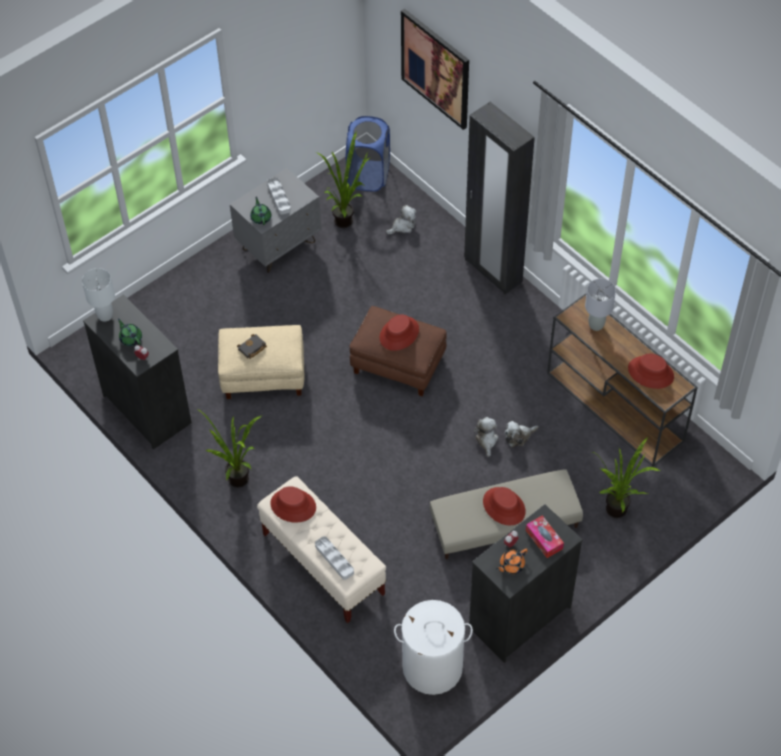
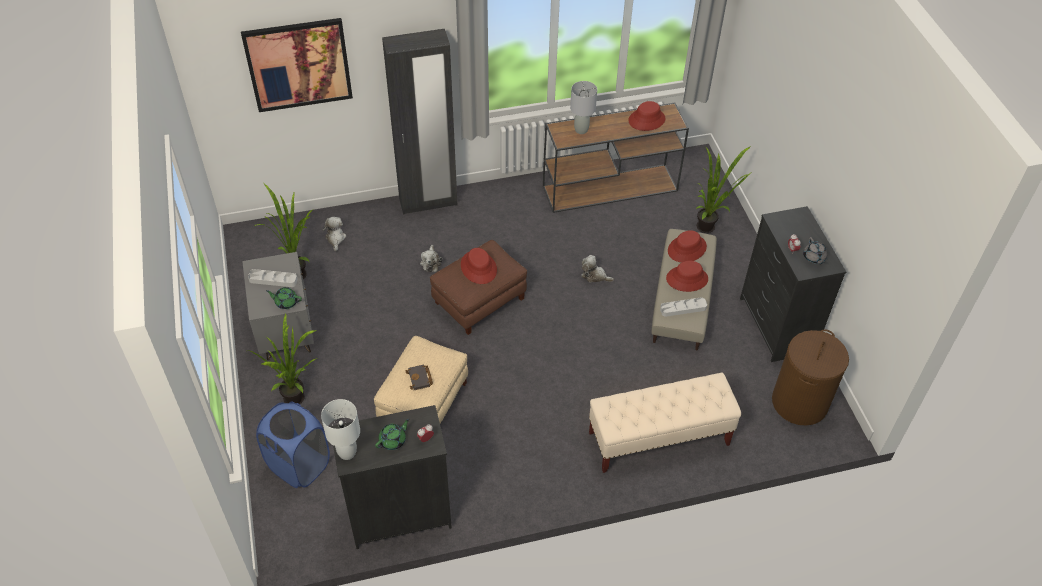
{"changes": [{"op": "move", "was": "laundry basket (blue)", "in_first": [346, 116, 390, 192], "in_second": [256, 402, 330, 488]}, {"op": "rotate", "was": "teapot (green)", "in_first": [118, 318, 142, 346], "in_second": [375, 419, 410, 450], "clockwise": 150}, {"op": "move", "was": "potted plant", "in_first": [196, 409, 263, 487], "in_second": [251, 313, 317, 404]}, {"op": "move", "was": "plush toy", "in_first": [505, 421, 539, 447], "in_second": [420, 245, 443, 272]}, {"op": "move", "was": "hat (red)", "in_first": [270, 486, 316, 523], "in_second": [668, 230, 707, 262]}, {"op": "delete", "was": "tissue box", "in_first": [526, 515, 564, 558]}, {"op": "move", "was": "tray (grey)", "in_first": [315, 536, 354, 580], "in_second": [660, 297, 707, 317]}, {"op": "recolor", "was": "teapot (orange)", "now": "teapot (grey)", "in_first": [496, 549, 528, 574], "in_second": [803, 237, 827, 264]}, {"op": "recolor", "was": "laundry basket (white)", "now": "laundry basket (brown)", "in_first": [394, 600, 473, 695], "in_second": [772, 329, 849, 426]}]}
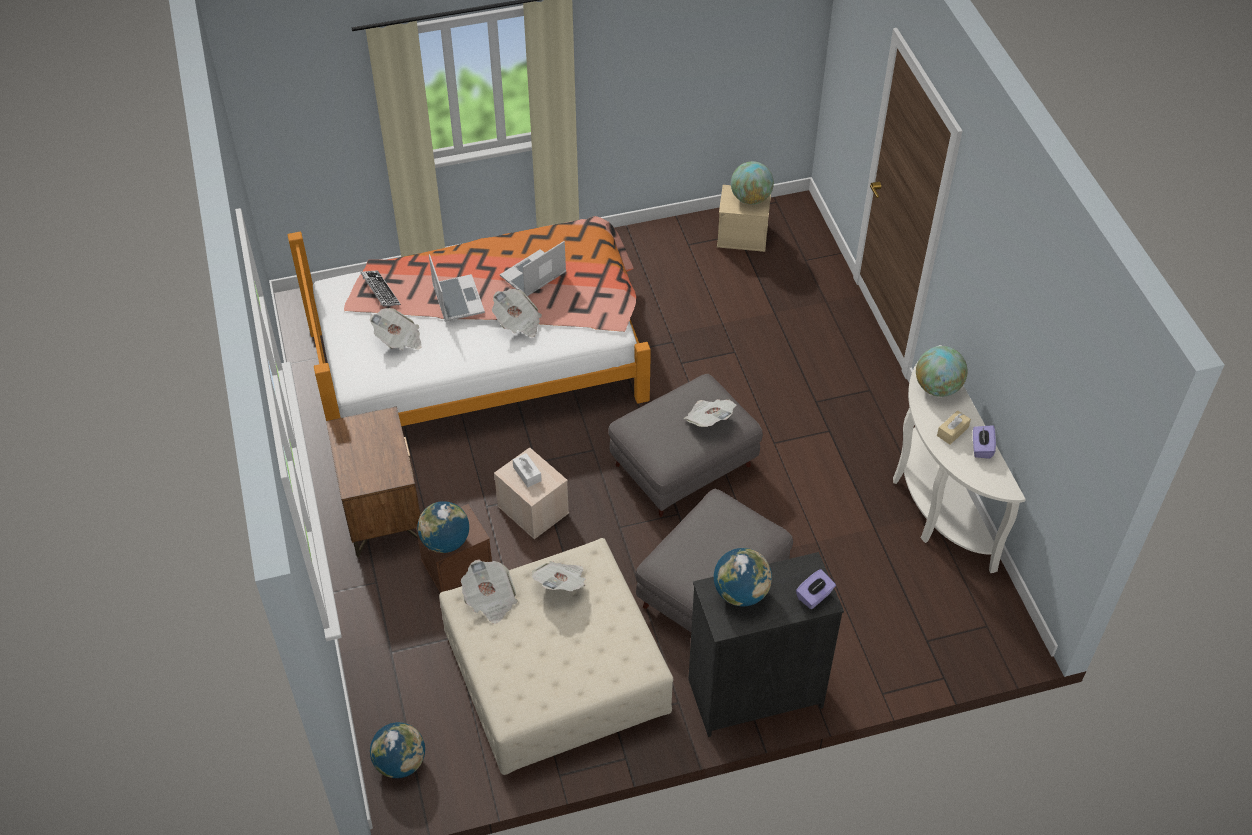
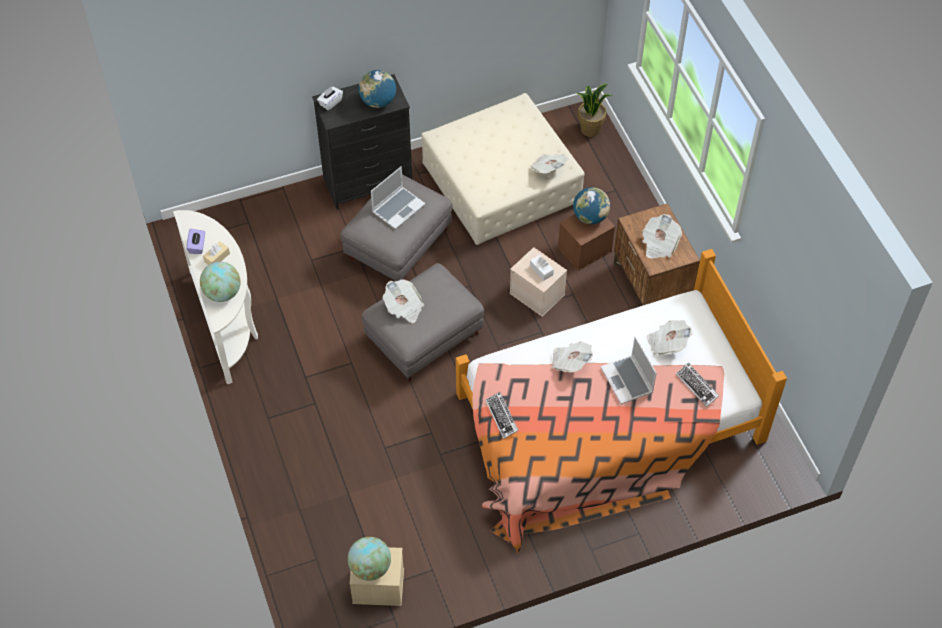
{"changes": [{"op": "move", "was": "laptop", "in_first": [500, 241, 566, 296], "in_second": [371, 166, 425, 229]}, {"op": "move", "was": "newspaper", "in_first": [531, 561, 586, 591], "in_second": [642, 214, 682, 258]}, {"op": "recolor", "was": "tissue box (purple)", "now": "tissue box (white)", "in_first": [796, 569, 836, 609], "in_second": [317, 86, 343, 111]}, {"op": "replace", "was": "globe", "now": "potted plant", "in_first": [370, 722, 425, 778], "in_second": [577, 84, 612, 137]}, {"op": "insert", "now": "keyboard", "in_second": [485, 392, 519, 439]}]}
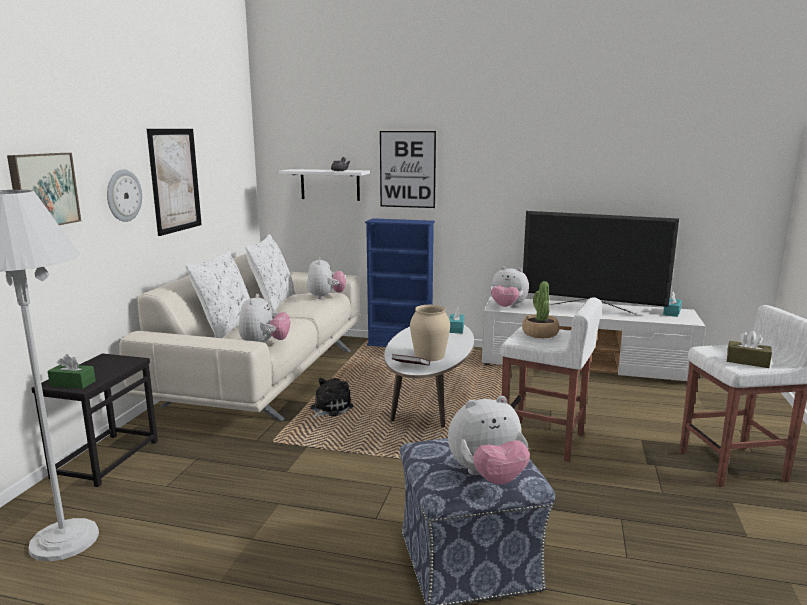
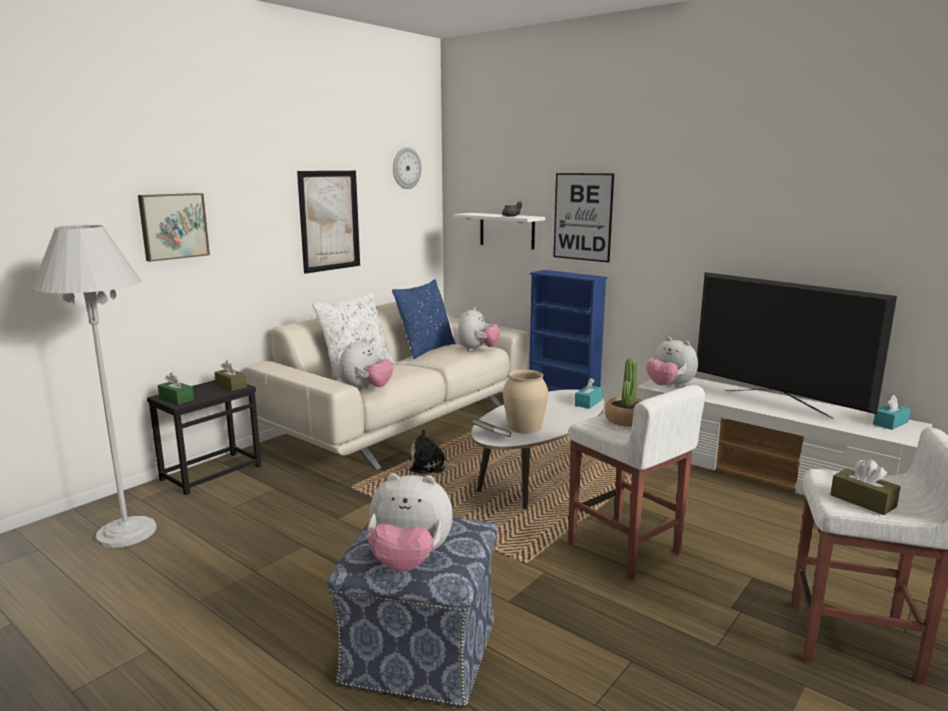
{"changes": [{"op": "move", "was": "wall clock", "in_first": [107, 169, 142, 222], "in_second": [393, 147, 422, 189]}, {"op": "recolor", "was": "pillow (white)", "now": "pillow (blue)", "in_first": [245, 234, 296, 312], "in_second": [392, 279, 456, 359]}, {"op": "rotate", "was": "plush toy", "in_first": [310, 378, 353, 418], "in_second": [409, 430, 459, 474], "clockwise": -150}, {"op": "insert", "now": "tissue box (brown)", "in_second": [215, 361, 247, 391]}]}
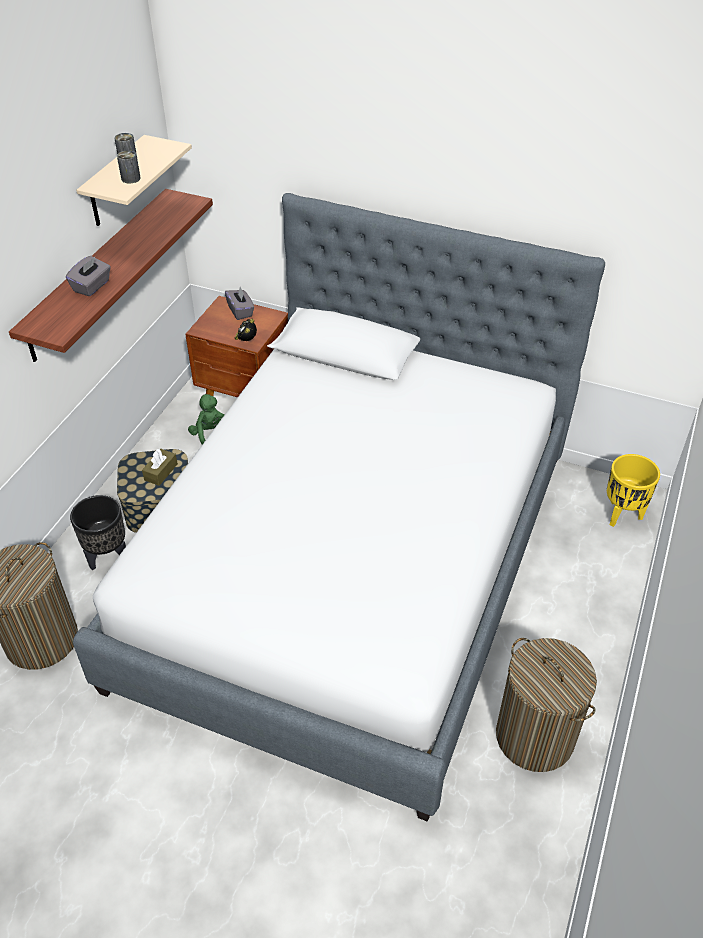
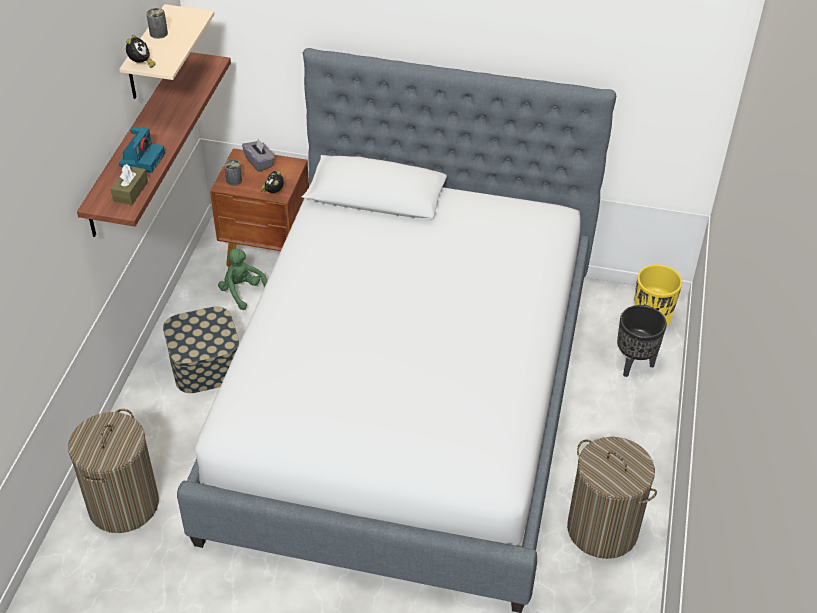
{"changes": [{"op": "move", "was": "can", "in_first": [117, 150, 141, 184], "in_second": [224, 160, 242, 186]}, {"op": "replace", "was": "tissue box (grey)", "now": "photo camera", "in_first": [66, 256, 111, 296], "in_second": [119, 127, 165, 173]}, {"op": "move", "was": "tissue box (brown)", "in_first": [142, 449, 178, 486], "in_second": [111, 164, 148, 205]}, {"op": "move", "was": "planter (black)", "in_first": [70, 495, 126, 570], "in_second": [617, 305, 667, 377]}, {"op": "insert", "now": "alarm clock", "in_second": [126, 35, 156, 68]}]}
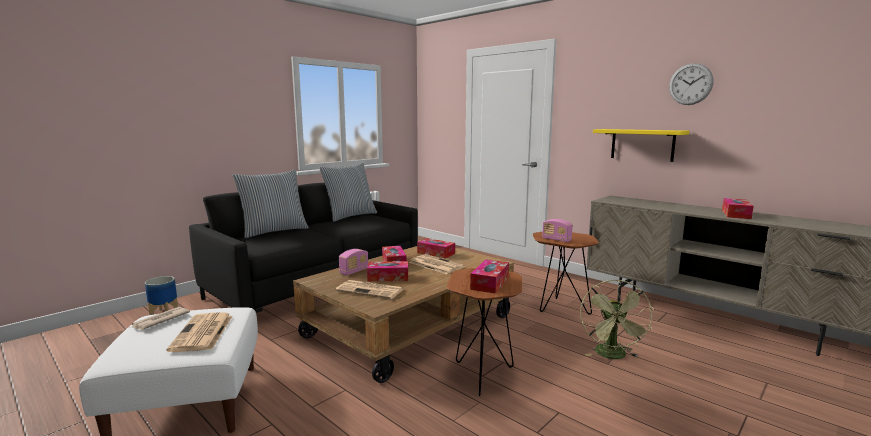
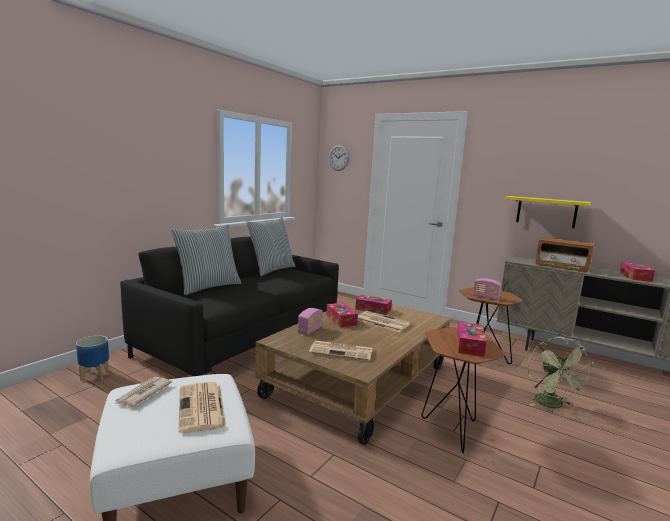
{"changes": [{"op": "move", "was": "wall clock", "in_first": [669, 63, 714, 105], "in_second": [329, 145, 350, 171]}, {"op": "delete", "was": "tissue box", "in_first": [367, 261, 408, 282]}, {"op": "insert", "now": "radio", "in_second": [535, 237, 594, 272]}]}
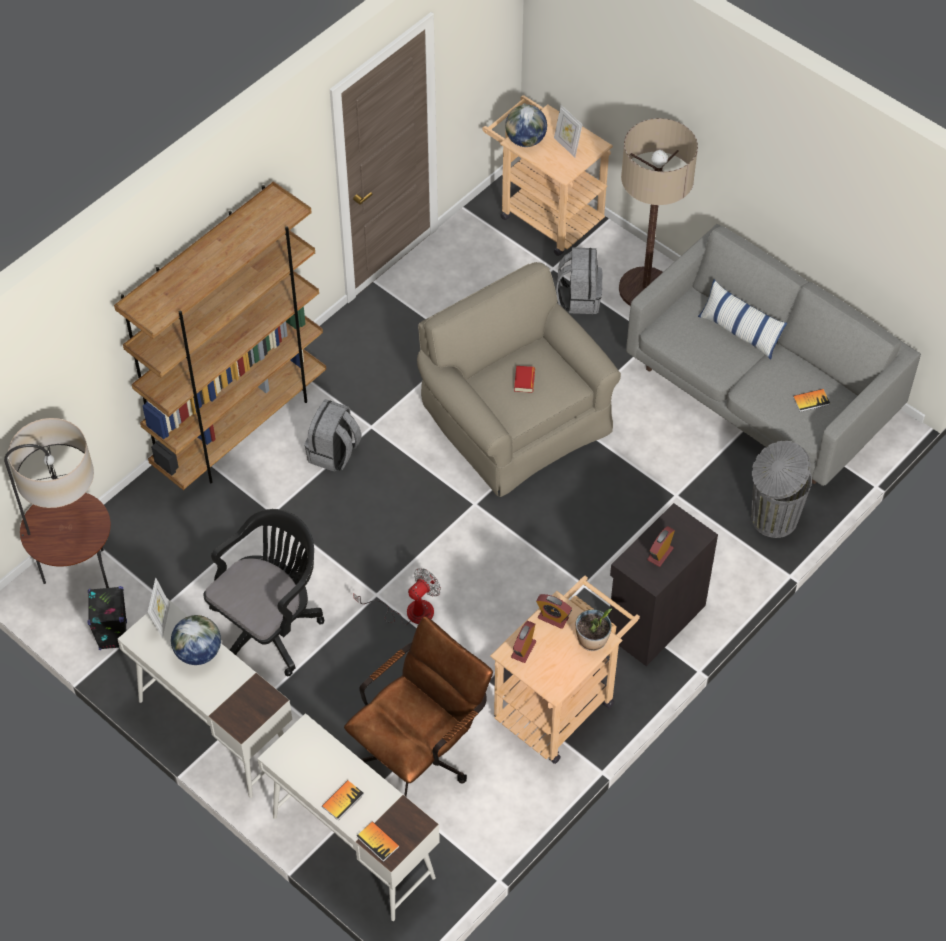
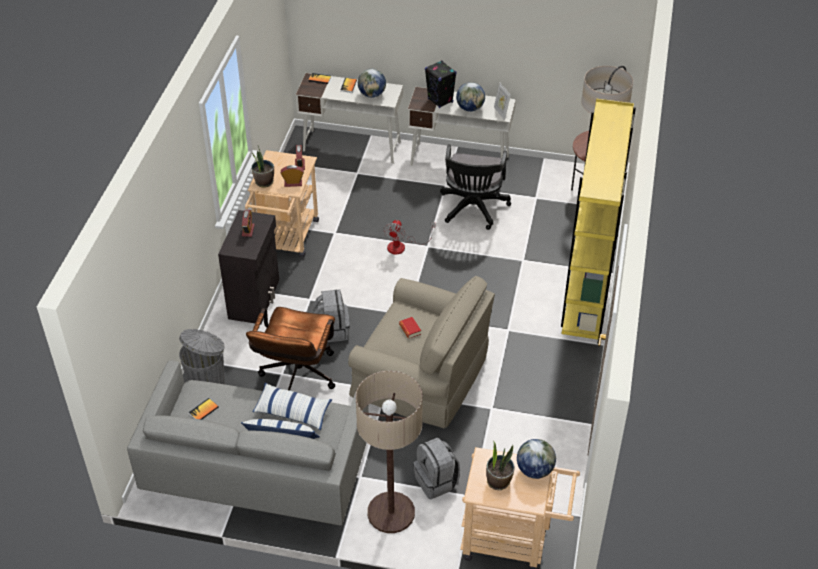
{"changes": [{"op": "replace", "was": "picture frame", "now": "potted plant", "in_first": [554, 105, 582, 157], "in_second": [486, 442, 515, 490]}, {"op": "recolor", "was": "bookcase (brown)", "now": "bookcase (yellow)", "in_first": [114, 181, 326, 490], "in_second": [561, 99, 636, 344]}, {"op": "move", "was": "backpack (grey)", "in_first": [304, 399, 362, 472], "in_second": [313, 289, 350, 342]}, {"op": "move", "was": "speaker (black)", "in_first": [87, 586, 127, 650], "in_second": [425, 60, 457, 108]}, {"op": "move", "was": "office chair (brown)", "in_first": [344, 616, 493, 797], "in_second": [246, 307, 335, 391]}, {"op": "insert", "now": "globe", "in_second": [358, 69, 386, 98]}, {"op": "insert", "now": "pillow", "in_second": [253, 383, 333, 430]}]}
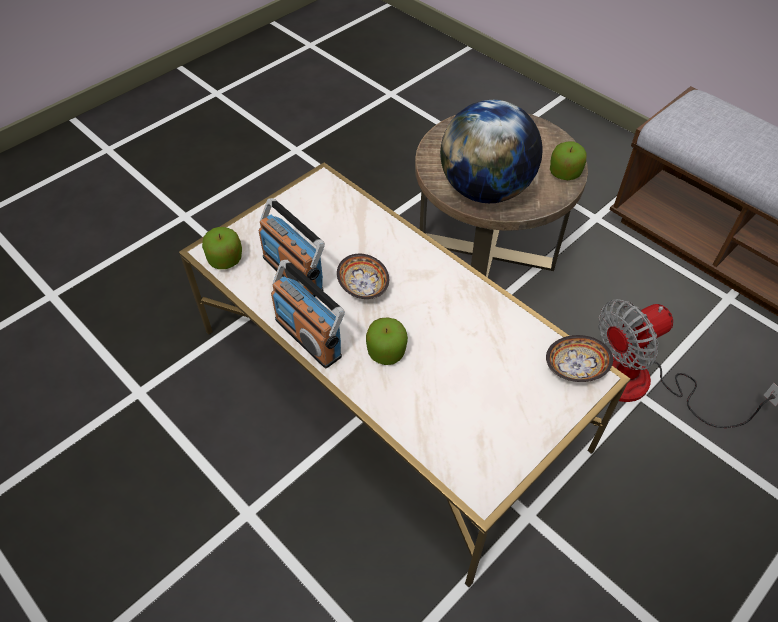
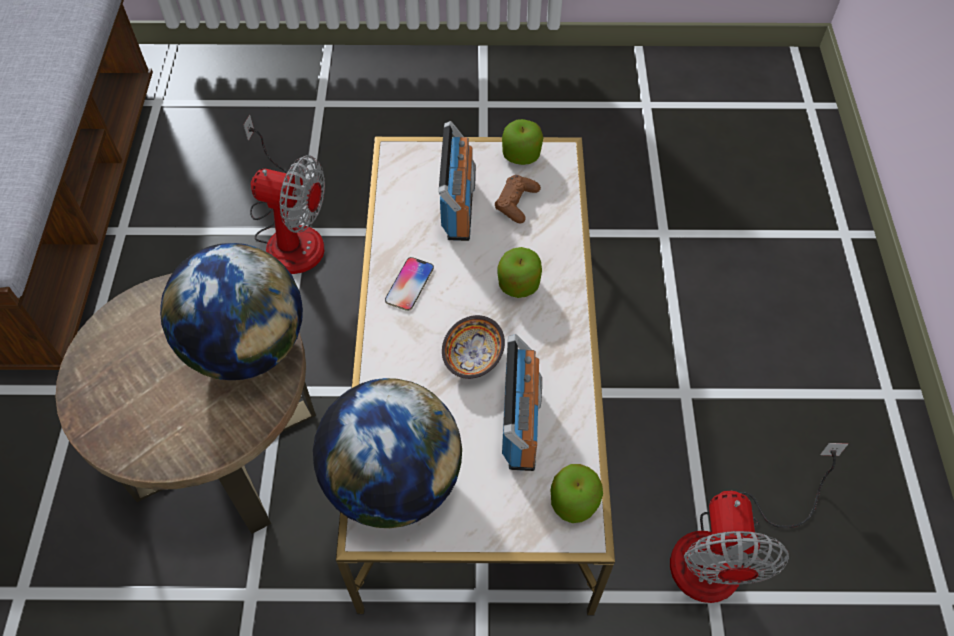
{"changes": [{"op": "move", "was": "apple", "in_first": [550, 142, 586, 180], "in_second": [502, 119, 543, 165]}, {"op": "move", "was": "radio", "in_first": [271, 260, 345, 368], "in_second": [439, 121, 476, 241]}, {"op": "delete", "was": "bowl", "in_first": [546, 335, 613, 382]}, {"op": "insert", "now": "game controller (brown)", "in_second": [495, 175, 541, 223]}, {"op": "insert", "now": "phone", "in_second": [385, 257, 434, 311]}, {"op": "insert", "now": "globe", "in_second": [313, 378, 462, 528]}, {"op": "insert", "now": "fan", "in_second": [670, 443, 848, 603]}]}
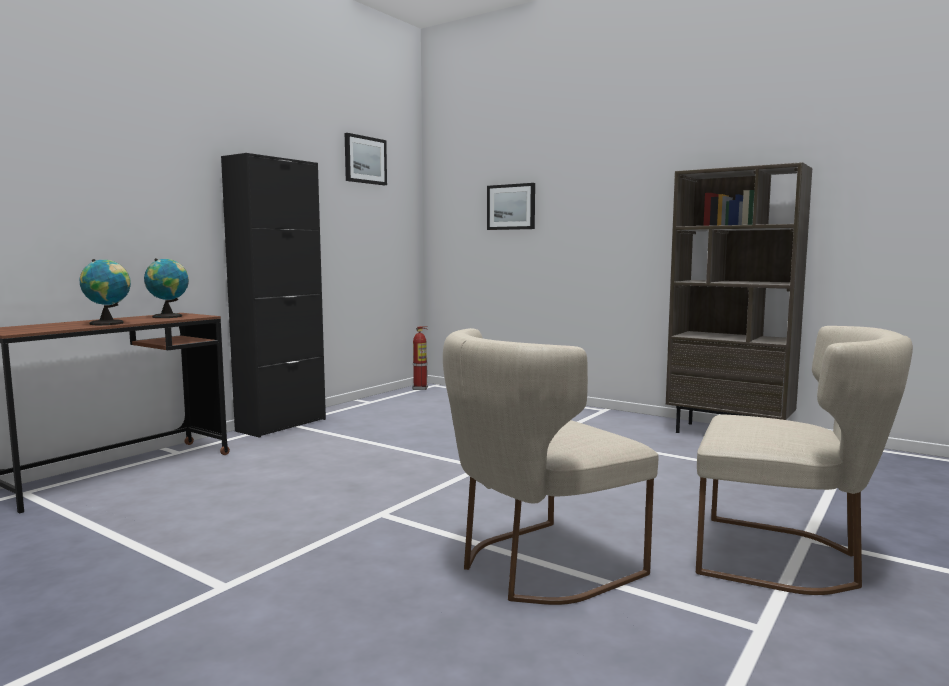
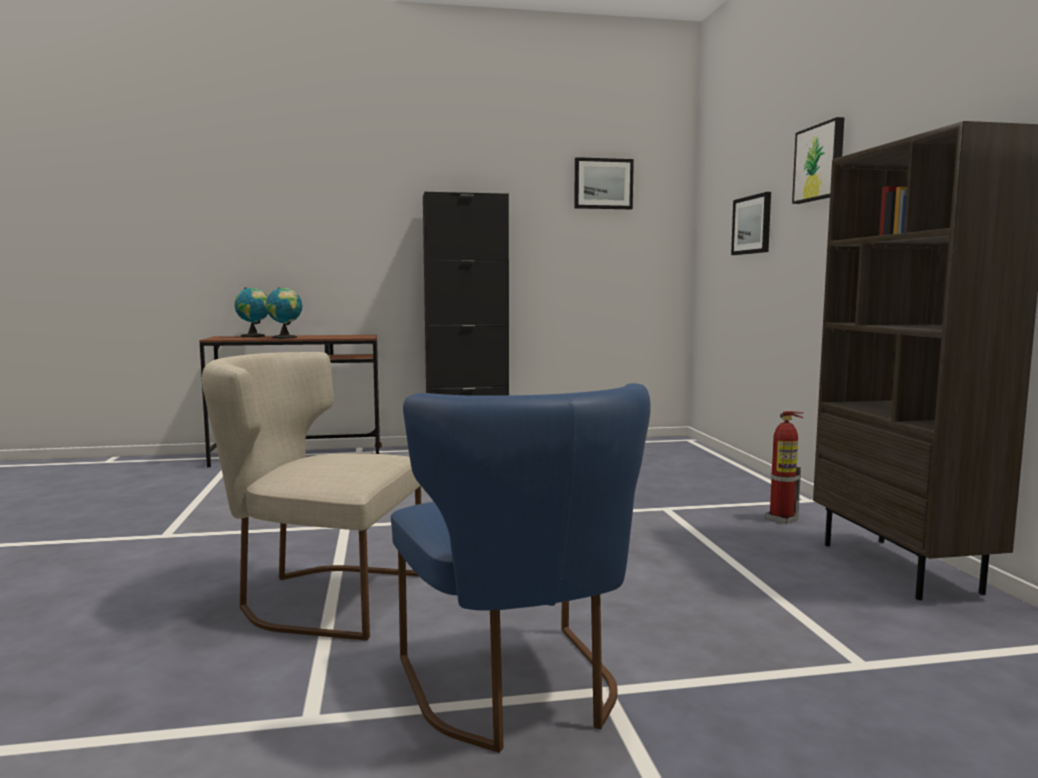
{"changes": [{"op": "move", "was": "globe", "in_first": [144, 258, 189, 318], "in_second": [235, 287, 268, 337]}, {"op": "move", "was": "fire extinguisher", "in_first": [412, 326, 428, 390], "in_second": [765, 411, 804, 524]}, {"op": "recolor", "was": "chair (beige)", "now": "chair (blue)", "in_first": [696, 326, 913, 595], "in_second": [391, 383, 651, 753]}, {"op": "insert", "now": "picture", "in_second": [792, 117, 844, 204]}]}
